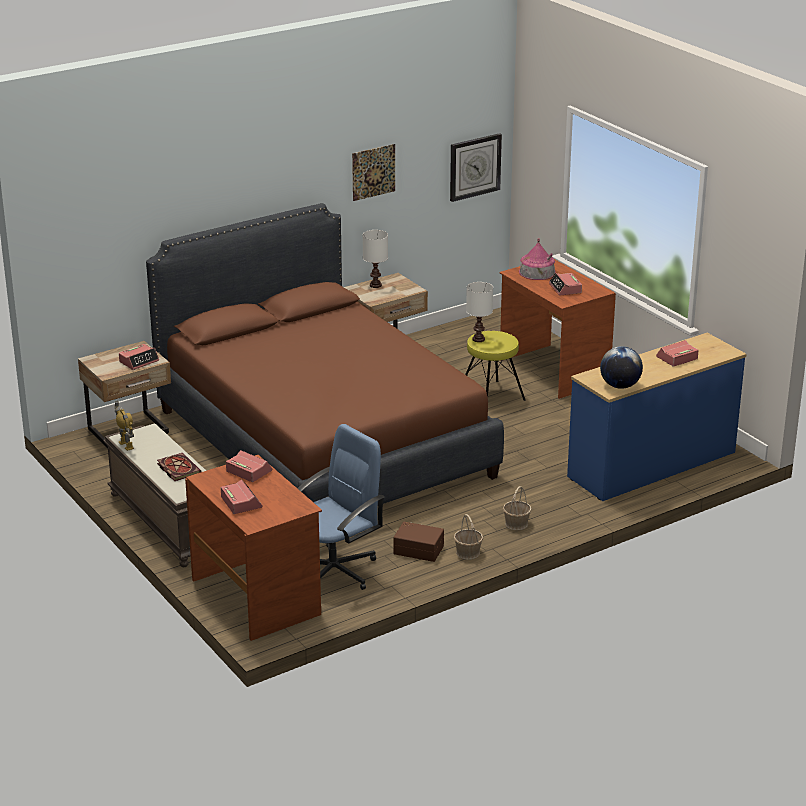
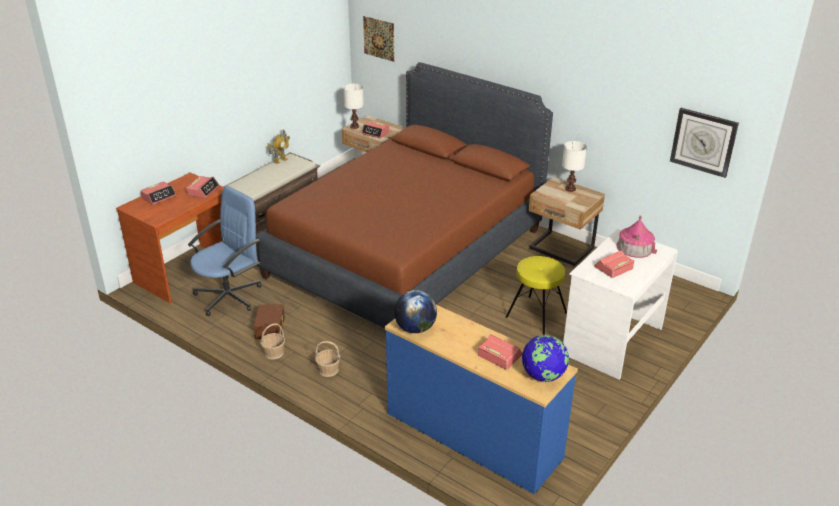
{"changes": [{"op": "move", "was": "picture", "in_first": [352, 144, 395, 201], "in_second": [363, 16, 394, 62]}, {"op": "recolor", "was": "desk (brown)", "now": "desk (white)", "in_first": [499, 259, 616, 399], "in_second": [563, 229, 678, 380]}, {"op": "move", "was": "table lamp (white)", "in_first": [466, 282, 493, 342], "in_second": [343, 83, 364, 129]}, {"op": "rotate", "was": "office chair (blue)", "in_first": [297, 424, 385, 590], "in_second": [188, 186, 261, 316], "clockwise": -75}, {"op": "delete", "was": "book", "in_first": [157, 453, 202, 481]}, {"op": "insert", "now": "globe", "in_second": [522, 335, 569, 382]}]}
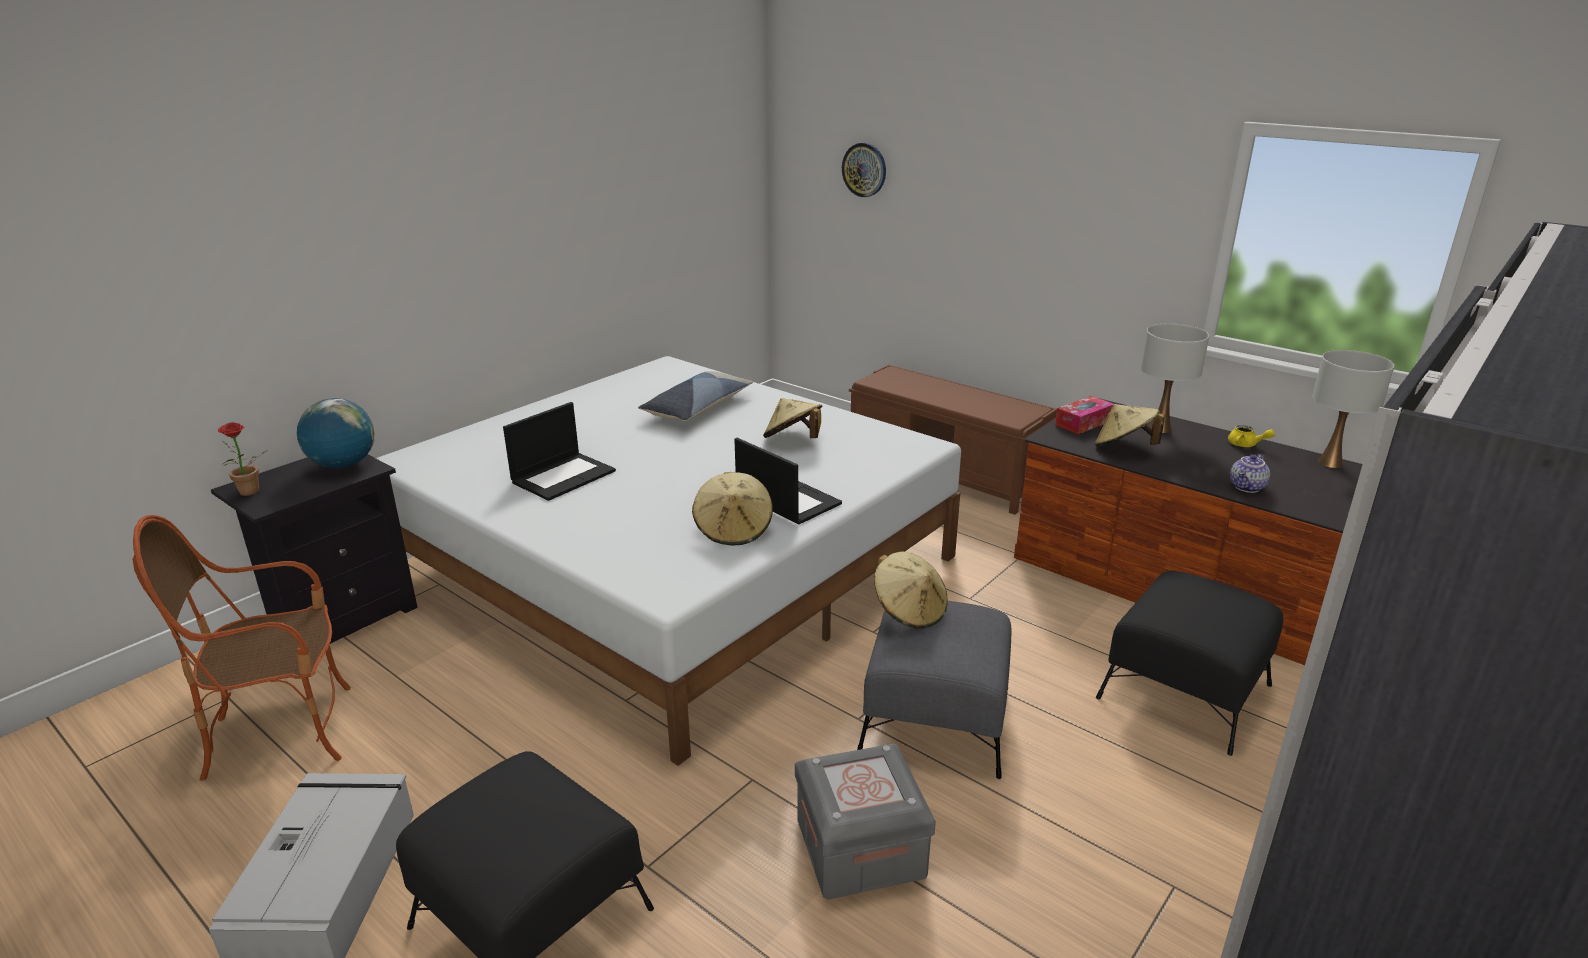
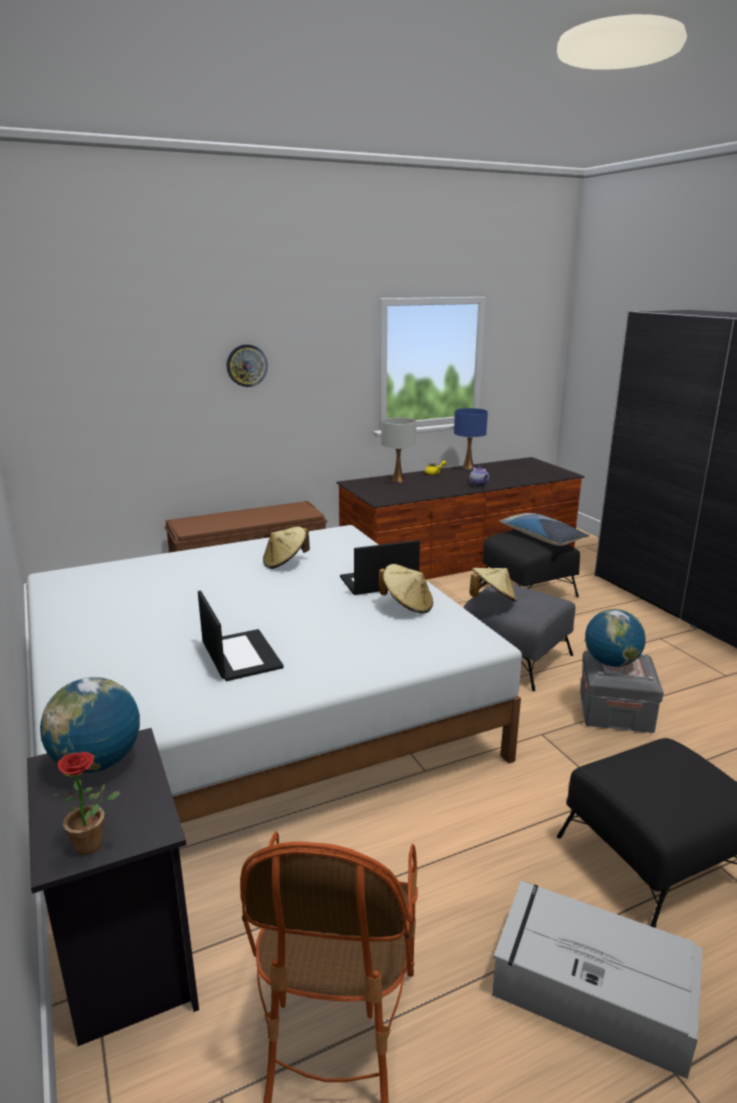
{"changes": [{"op": "move", "was": "wall clock", "in_first": [842, 143, 886, 197], "in_second": [226, 344, 268, 387]}, {"op": "recolor", "was": "table lamp (white)", "now": "table lamp (blue)", "in_first": [1312, 350, 1394, 468], "in_second": [454, 408, 488, 469]}, {"op": "move", "was": "pillow", "in_first": [638, 371, 753, 421], "in_second": [499, 513, 589, 546]}, {"op": "delete", "was": "tissue box", "in_first": [1055, 396, 1114, 434]}, {"op": "delete", "was": "hat (beige)", "in_first": [1095, 404, 1165, 447]}, {"op": "insert", "now": "globe", "in_second": [585, 609, 646, 667]}]}
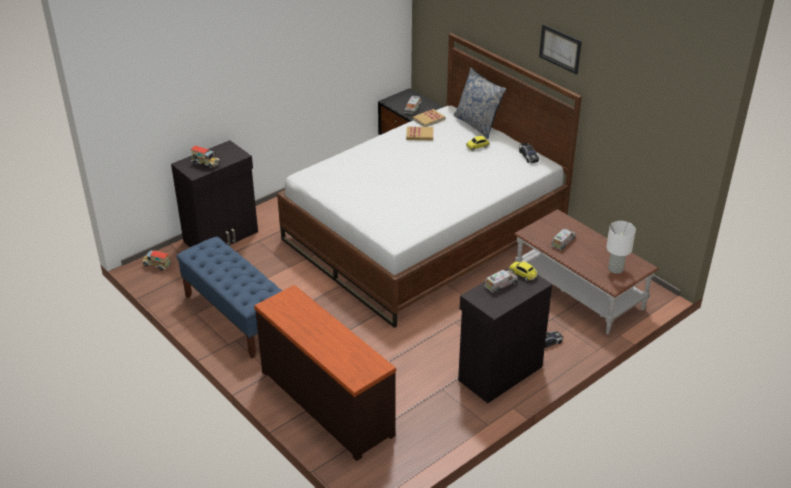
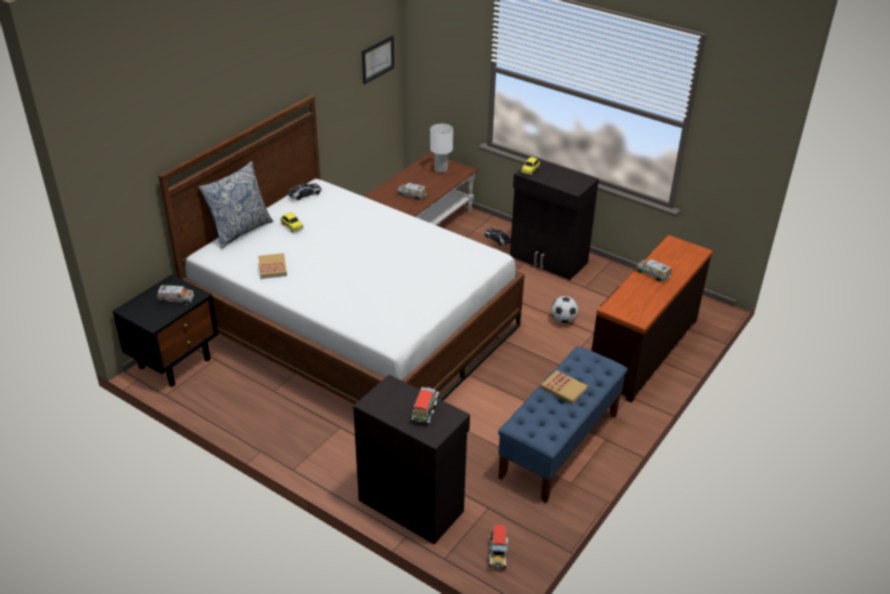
{"changes": [{"op": "move", "was": "picture", "in_first": [539, 24, 582, 75], "in_second": [362, 35, 394, 84]}, {"op": "move", "was": "book", "in_first": [413, 109, 445, 127], "in_second": [541, 370, 588, 404]}, {"op": "move", "was": "toy truck", "in_first": [484, 270, 518, 293], "in_second": [636, 259, 672, 282]}, {"op": "insert", "now": "football", "in_second": [551, 296, 579, 323]}]}
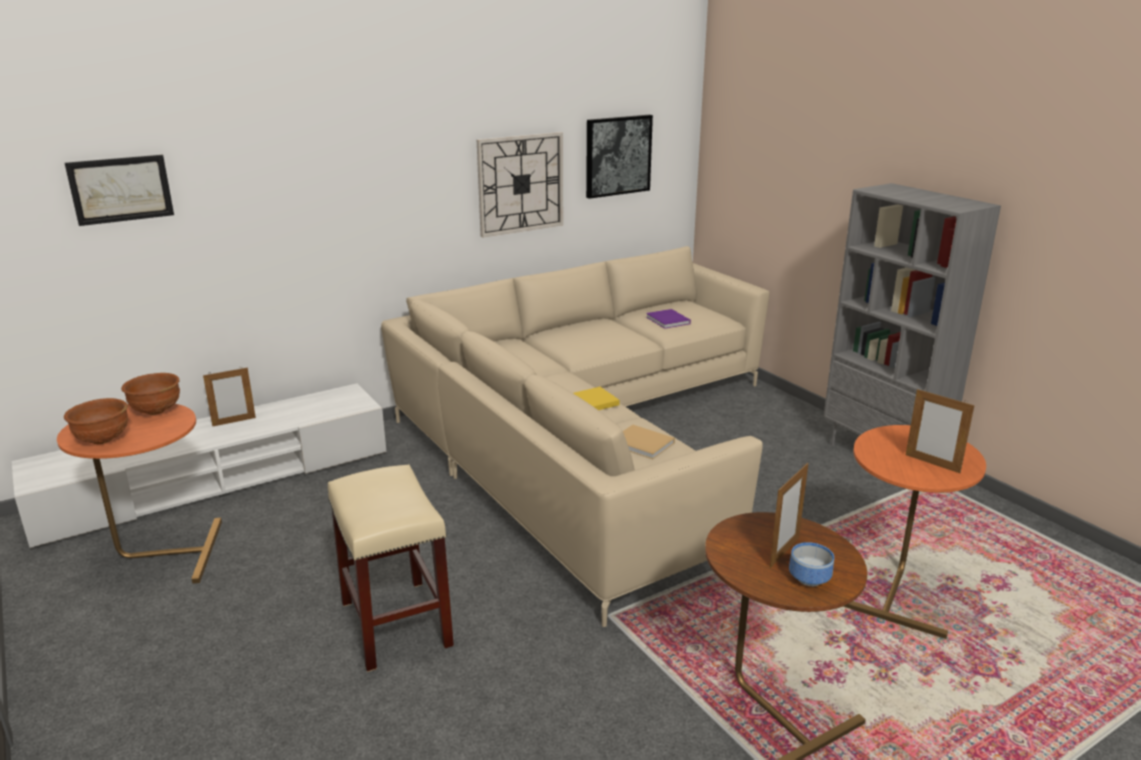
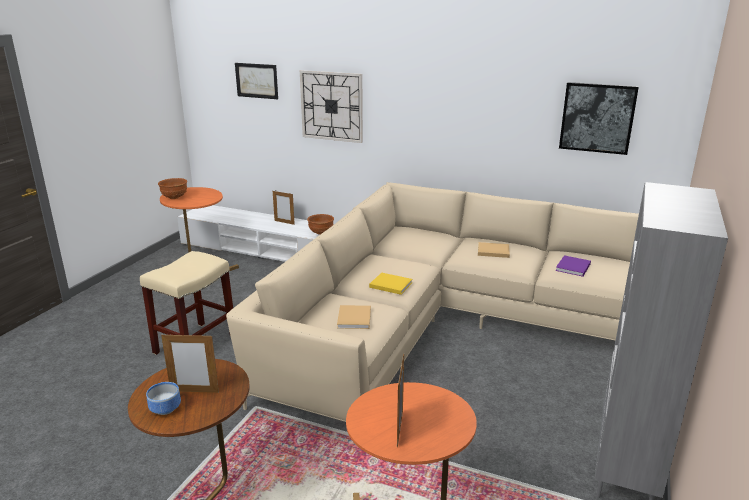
{"changes": [{"op": "move", "was": "wall clock", "in_first": [477, 132, 563, 238], "in_second": [300, 70, 363, 143]}, {"op": "move", "was": "bowl (brown)", "in_first": [121, 373, 180, 415], "in_second": [307, 214, 334, 235]}, {"op": "insert", "now": "book (beige)", "in_second": [478, 242, 510, 258]}]}
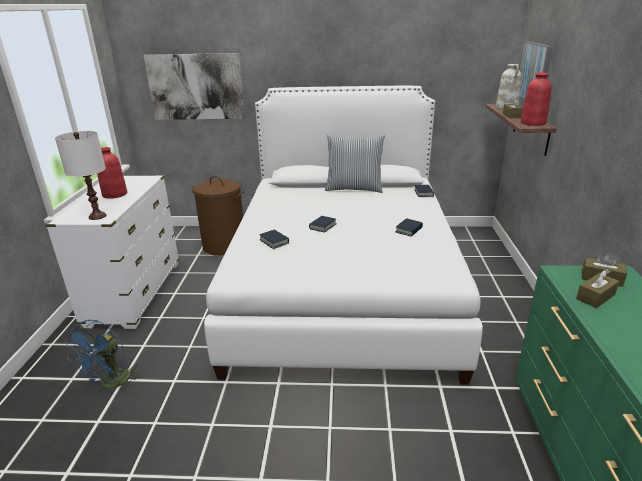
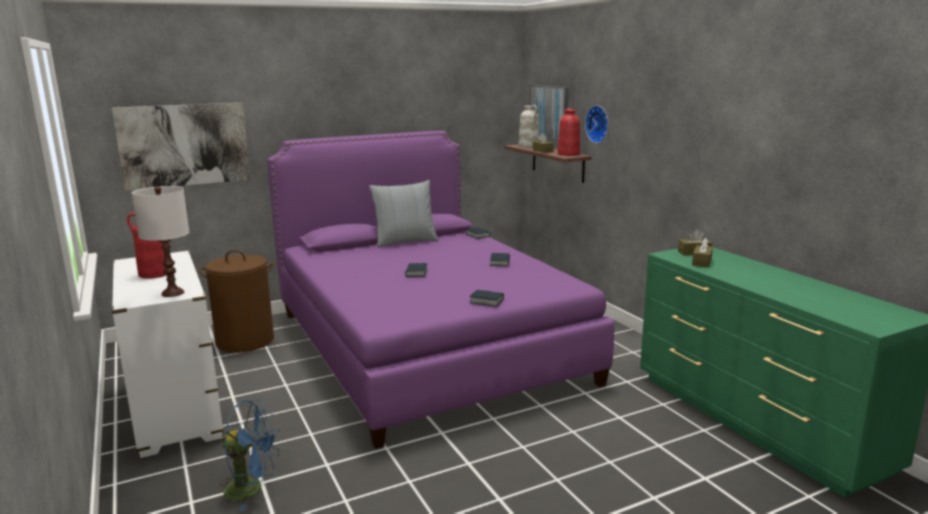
{"changes": [{"op": "recolor", "was": "bed (white)", "now": "bed (purple)", "in_first": [204, 86, 483, 385], "in_second": [267, 131, 614, 449]}, {"op": "move", "was": "book", "in_first": [259, 230, 289, 249], "in_second": [470, 290, 504, 307]}, {"op": "rotate", "was": "fan (blue)", "in_first": [65, 320, 140, 388], "in_second": [219, 399, 279, 511], "clockwise": -75}, {"op": "insert", "now": "wall clock", "in_second": [585, 105, 608, 143]}]}
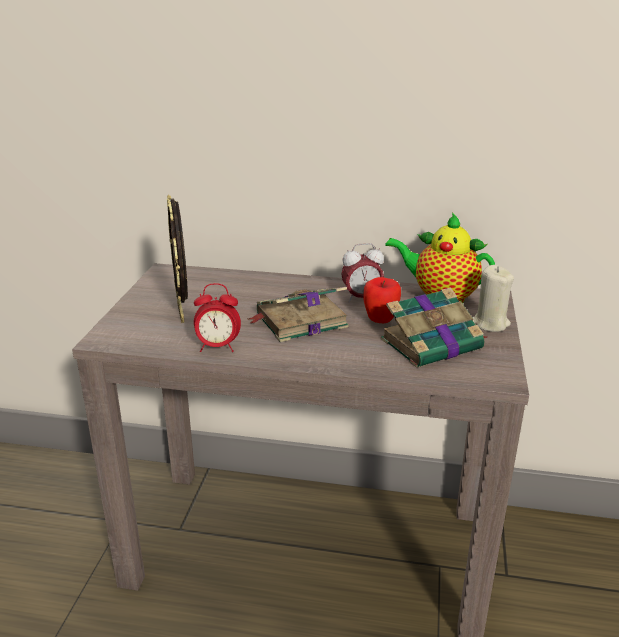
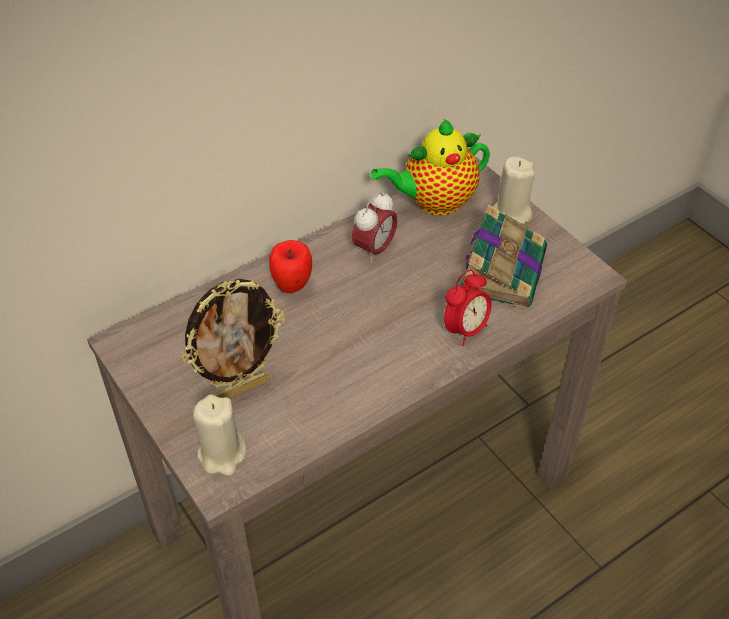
{"changes": [{"op": "rotate", "was": "picture frame", "in_first": [167, 194, 188, 323], "in_second": [181, 279, 285, 398], "clockwise": -60}, {"op": "move", "was": "apple", "in_first": [363, 277, 401, 323], "in_second": [269, 240, 312, 293]}, {"op": "move", "was": "alarm clock", "in_first": [194, 283, 241, 352], "in_second": [444, 270, 491, 346]}, {"op": "delete", "was": "book", "in_first": [247, 287, 349, 342]}, {"op": "insert", "now": "candle (beige)", "in_second": [193, 394, 246, 476]}]}
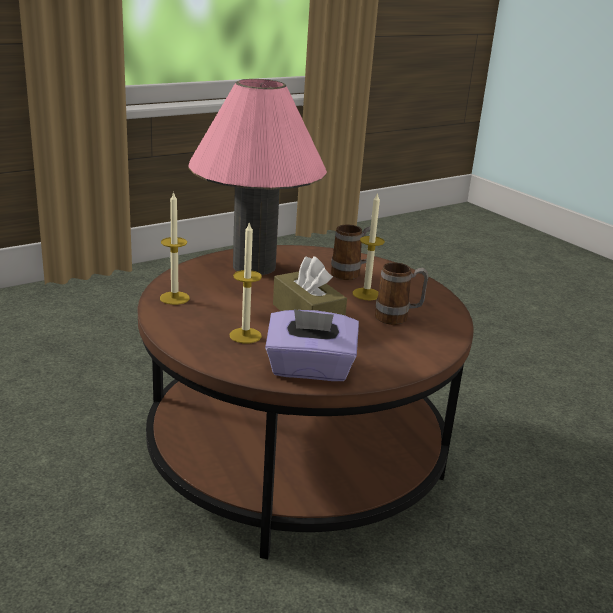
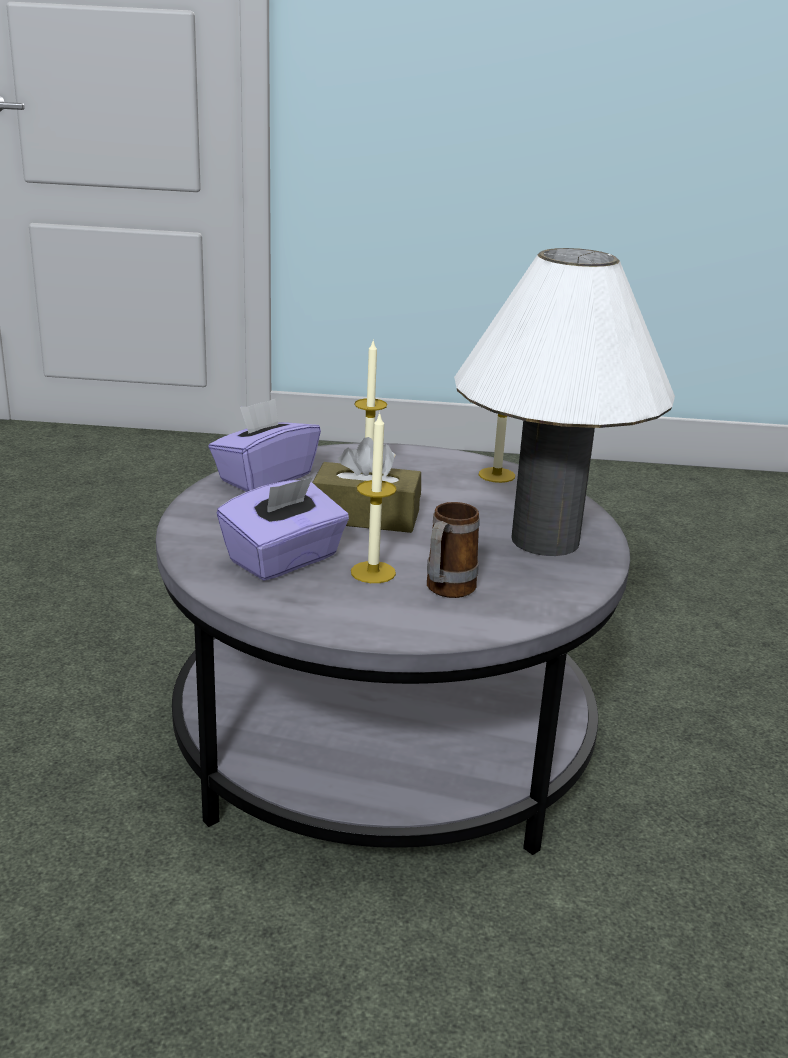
{"changes": [{"op": "recolor", "was": "table lamp (pink)", "now": "table lamp (white)", "in_first": [188, 79, 327, 275], "in_second": [454, 248, 675, 556]}, {"op": "recolor", "was": "coffee table (brown)", "now": "coffee table (grey)", "in_first": [138, 245, 474, 559], "in_second": [156, 443, 630, 855]}, {"op": "replace", "was": "mug", "now": "tissue box (purple)", "in_first": [375, 262, 429, 325], "in_second": [217, 477, 349, 581]}]}
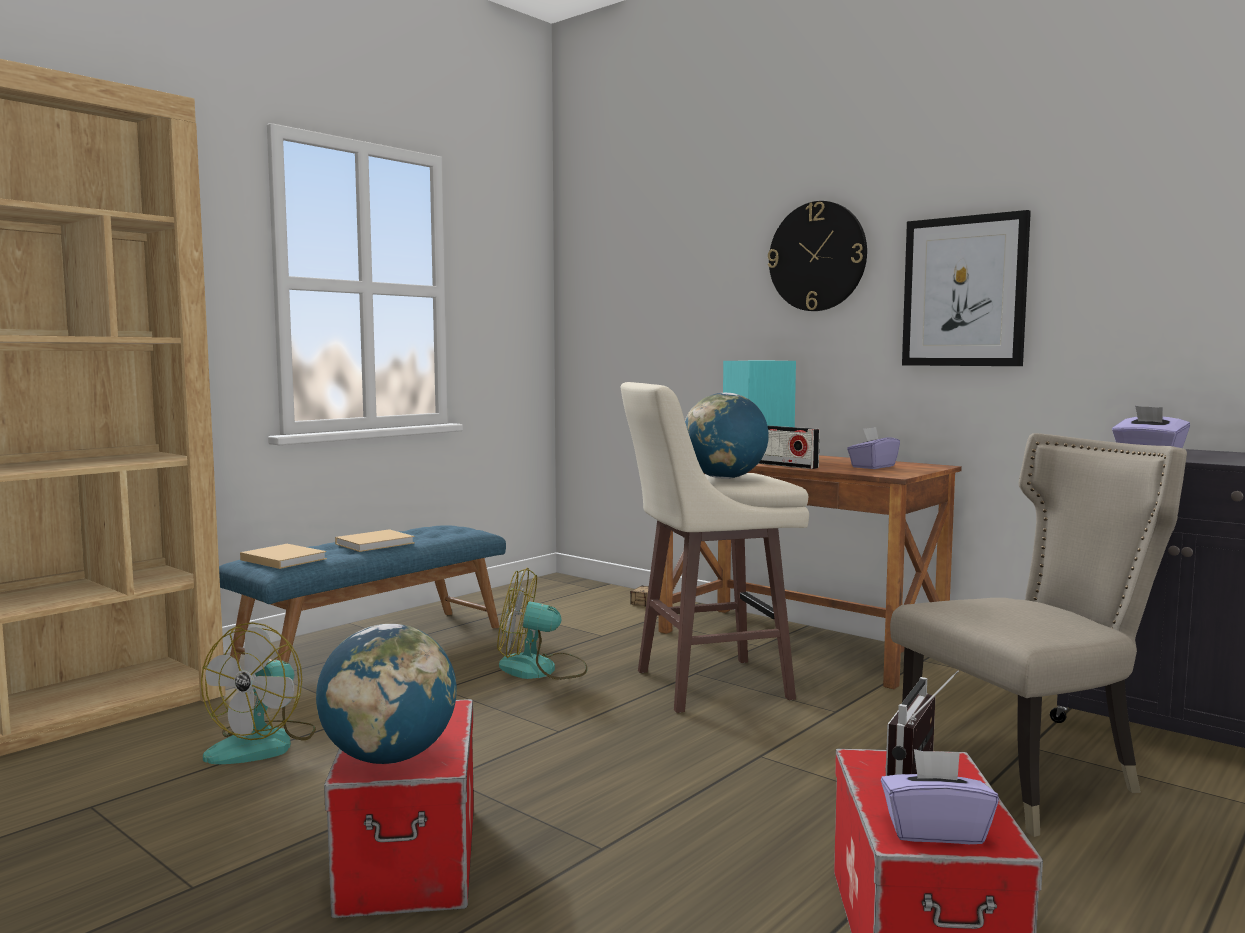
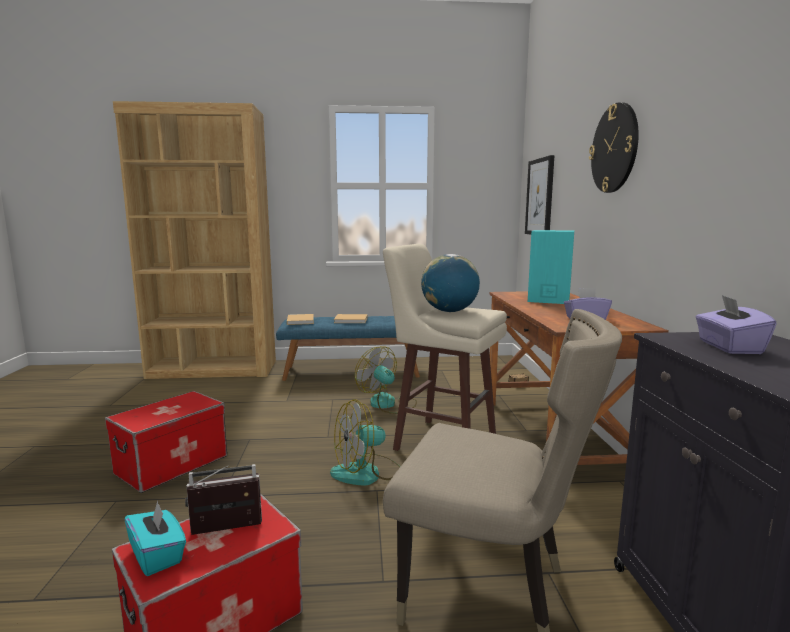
{"changes": [{"op": "move", "was": "picture", "in_first": [902, 210, 1031, 366], "in_second": [525, 155, 555, 235]}, {"op": "delete", "was": "radio", "in_first": [758, 425, 820, 469]}, {"op": "move", "was": "fan", "in_first": [201, 622, 316, 764], "in_second": [330, 399, 400, 486]}, {"op": "delete", "was": "globe", "in_first": [316, 624, 457, 764]}, {"op": "recolor", "was": "tissue box (purple)", "now": "tissue box (turquoise)", "in_first": [881, 749, 999, 844], "in_second": [124, 501, 186, 576]}]}
